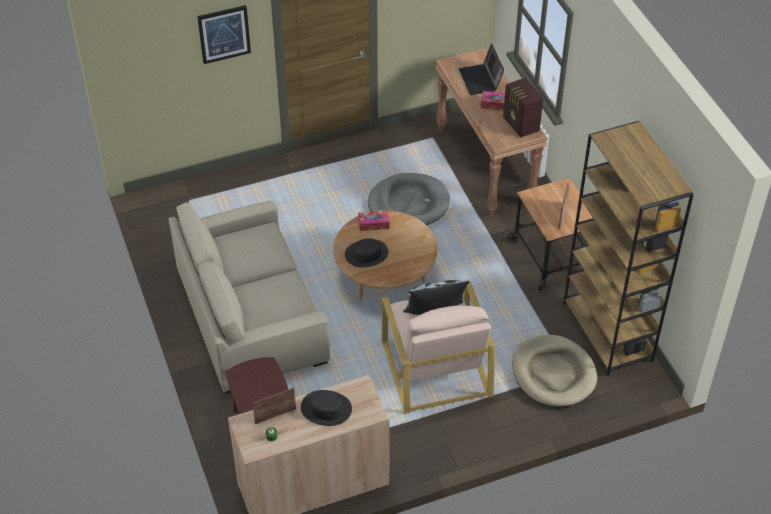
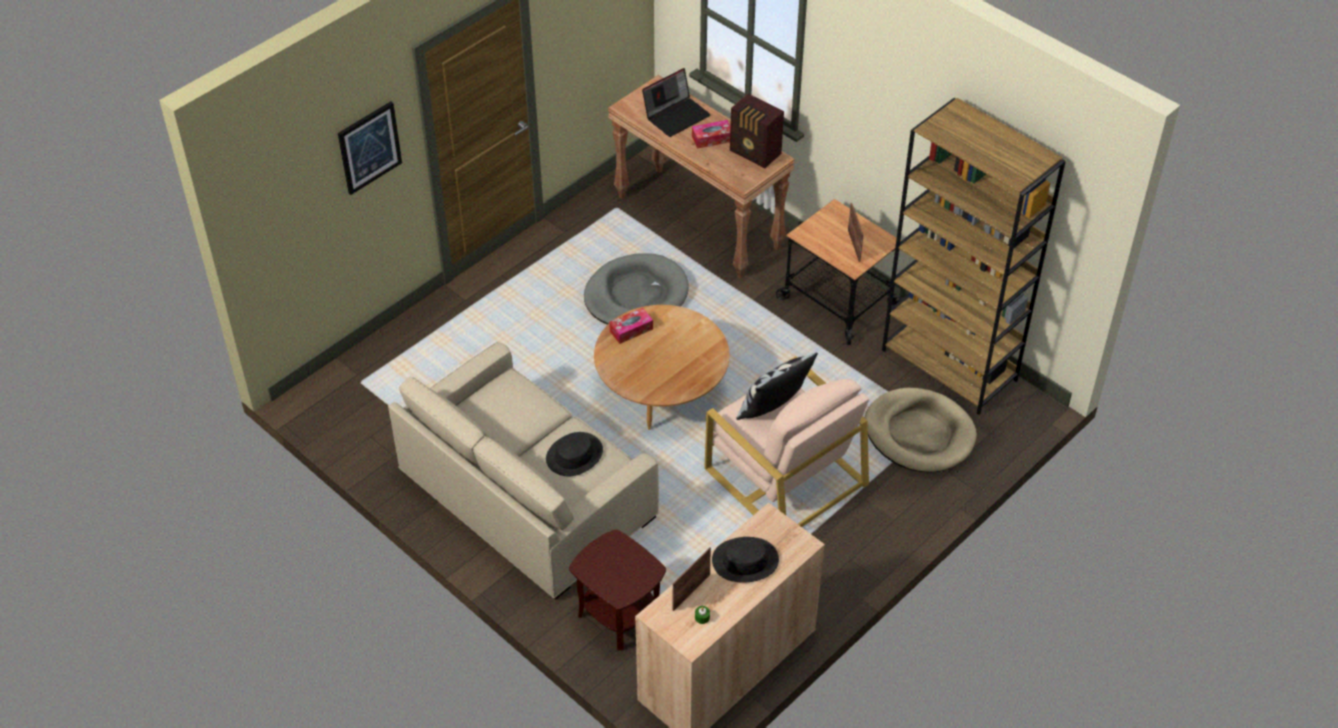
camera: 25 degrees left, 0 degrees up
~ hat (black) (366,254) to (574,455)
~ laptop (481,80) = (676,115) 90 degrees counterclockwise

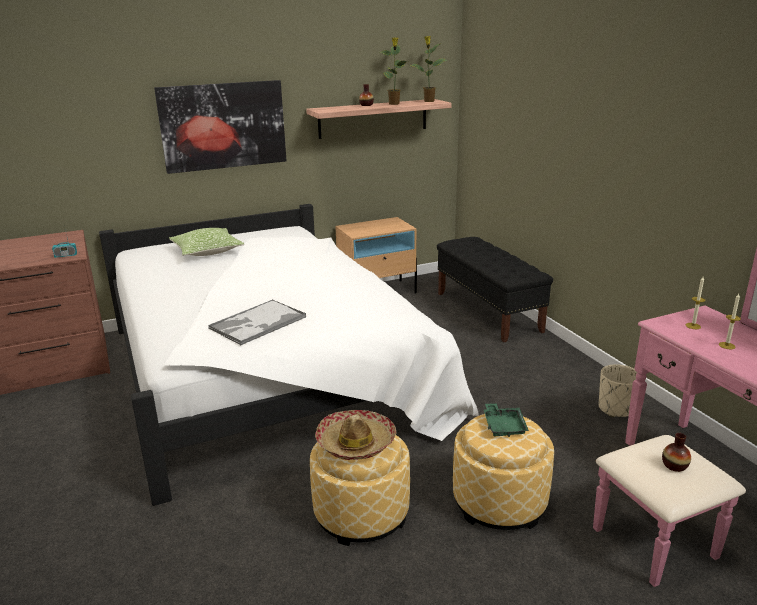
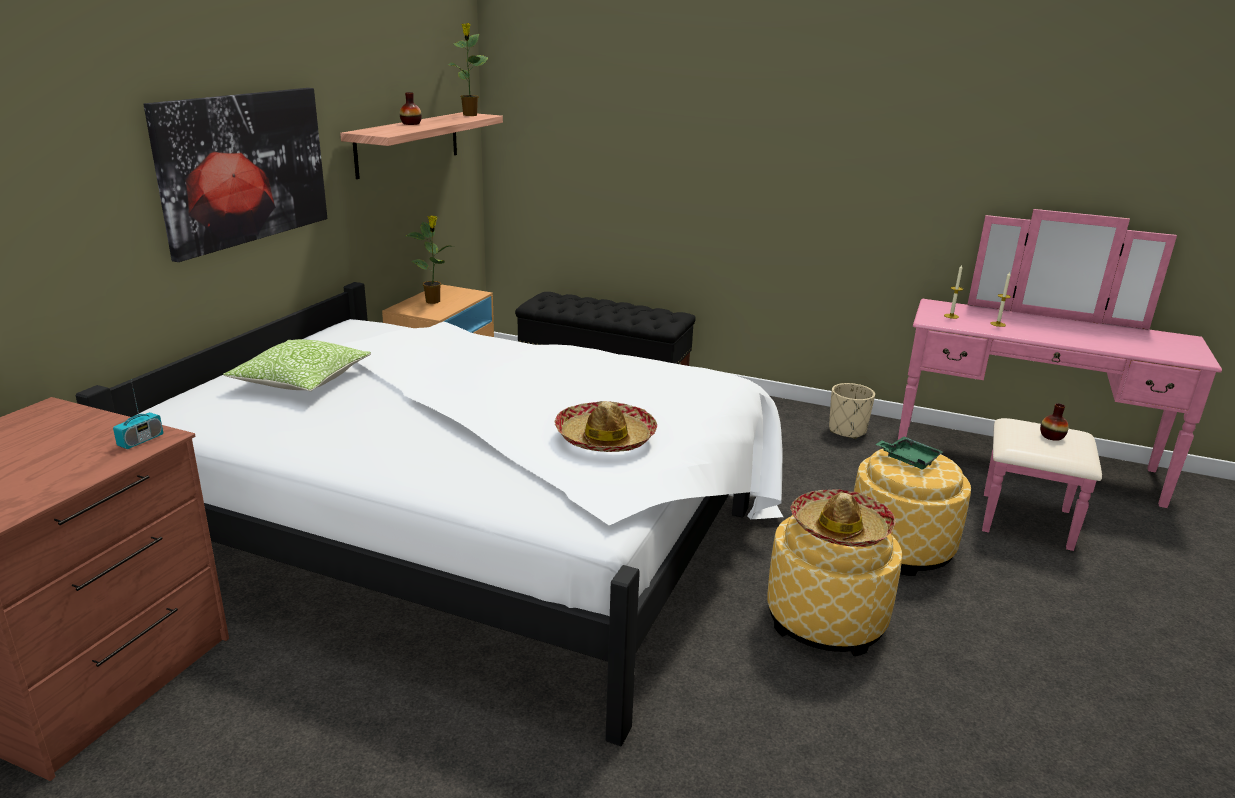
camera: 45 degrees left, 0 degrees up
~ potted plant (394,104) to (433,301)
~ tray (257,323) to hat (605,438)

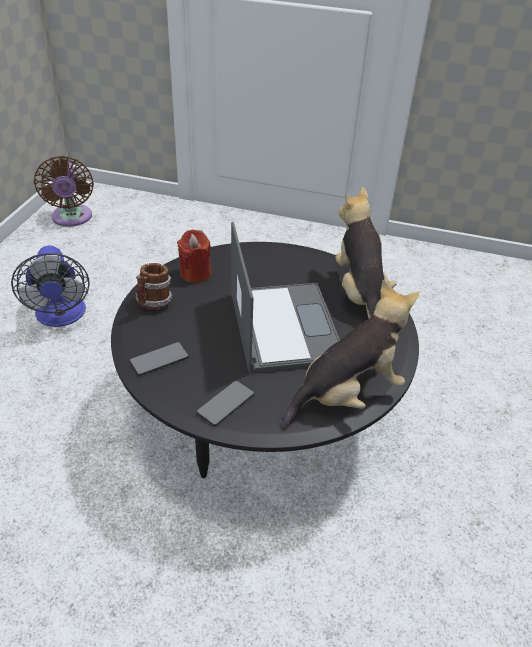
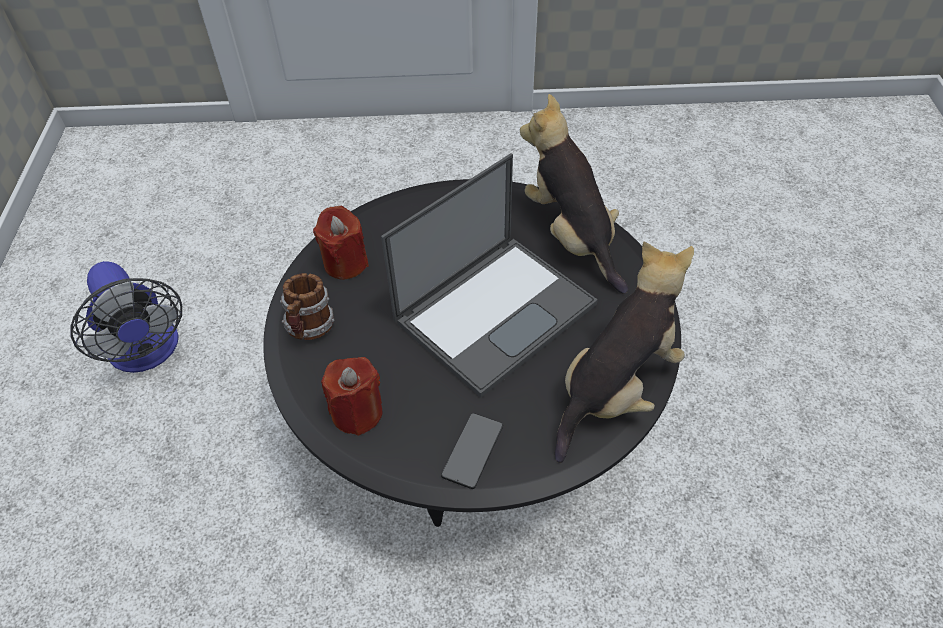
camera: 15 degrees left, 10 degrees up
- fan (brown) (72,218)
~ phone (159,359) to candle (red) (357,412)
~ laptop (284,325) = (496,310) 75 degrees clockwise

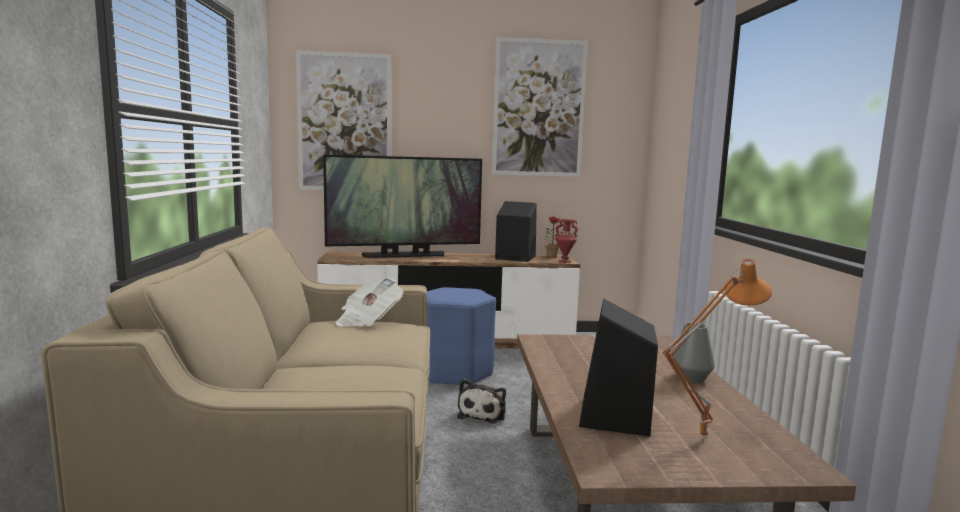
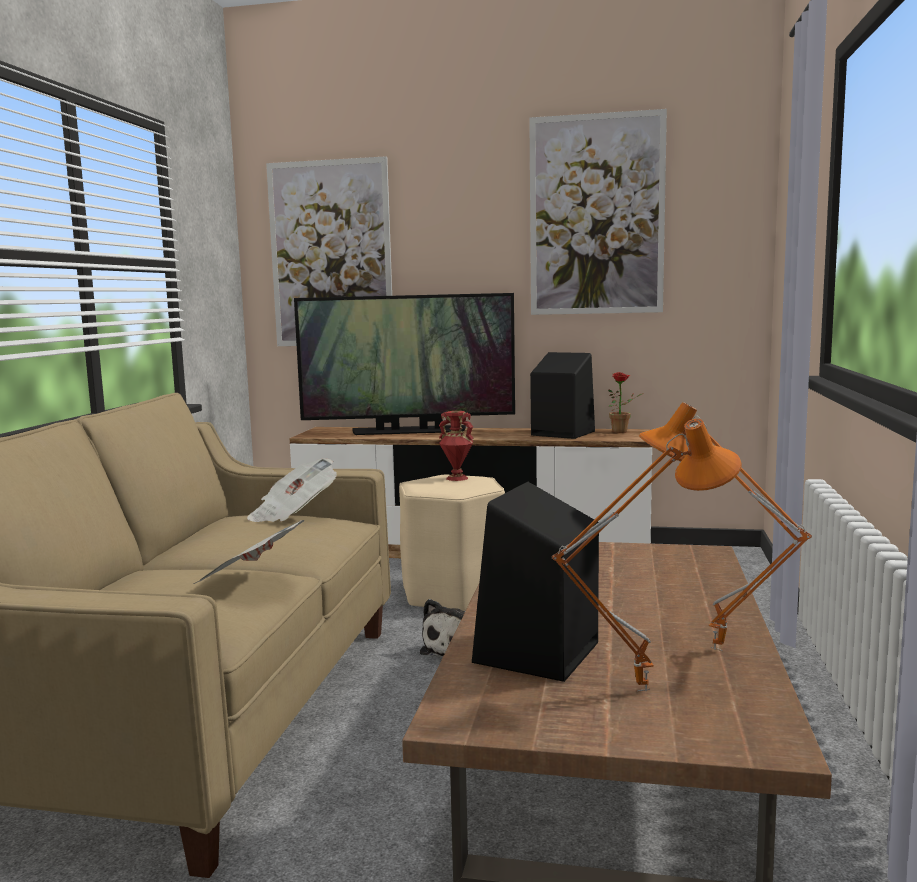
camera: 15 degrees right, 0 degrees up
- vase (grey) (690,378)
+ newspaper (251,581)
+ table lamp (orange) (714,651)
~ vase (red) (564,261) to (456,478)
~ stool (blue) (454,372) to stool (beige) (453,593)

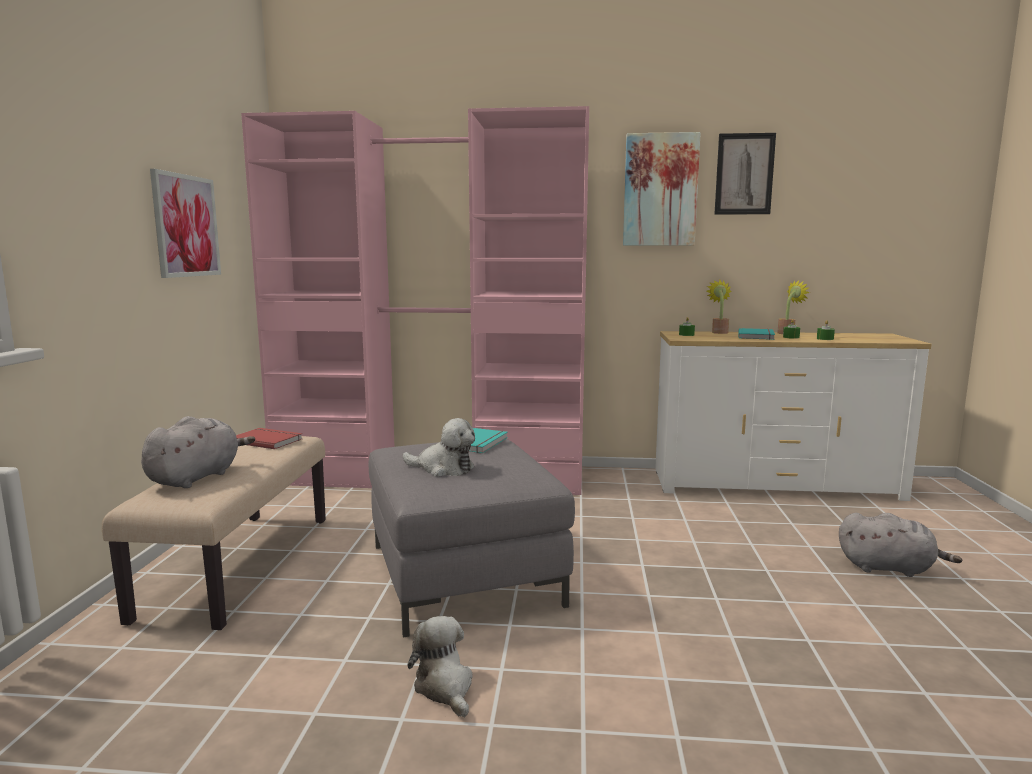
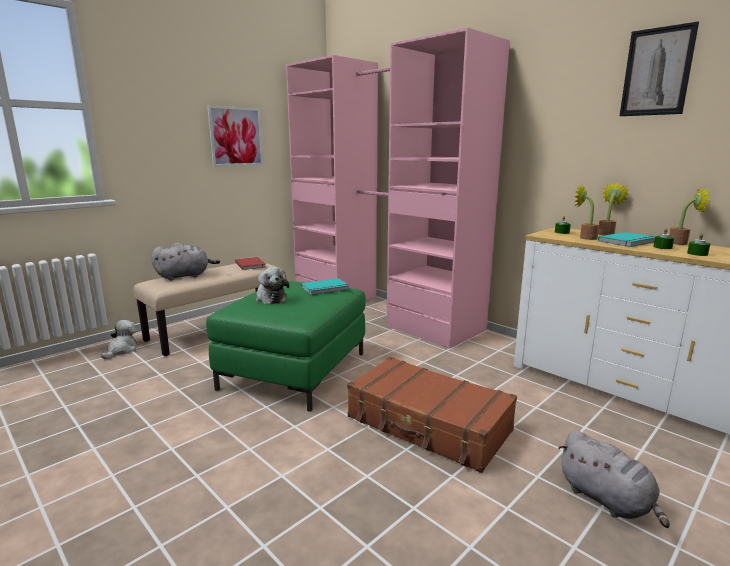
camera: 40 degrees right, 5 degrees up
- picture (660,190)
+ suitcase (brown) (428,425)
+ potted plant (584,237)
~ plush toy (445,687) to (122,350)
~ ottoman (grey) (462,574) to ottoman (green) (294,370)

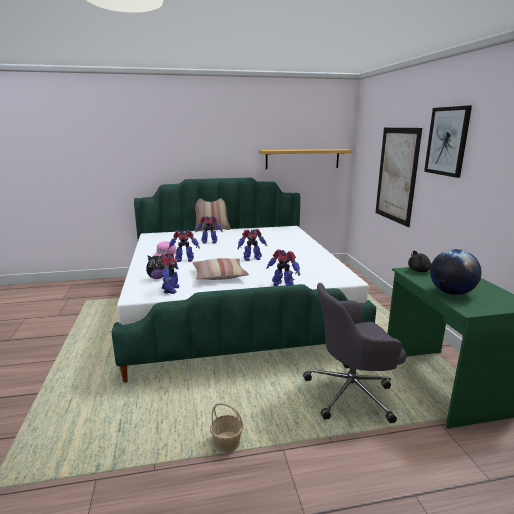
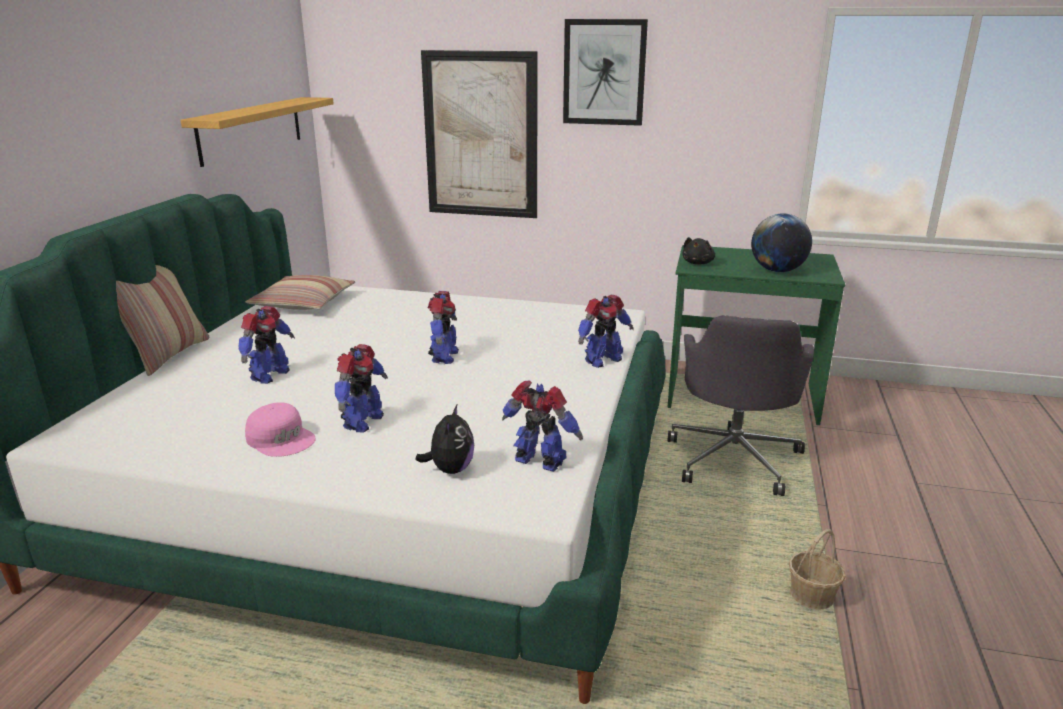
camera: 65 degrees left, 5 degrees up
~ pillow (219,275) to (303,303)

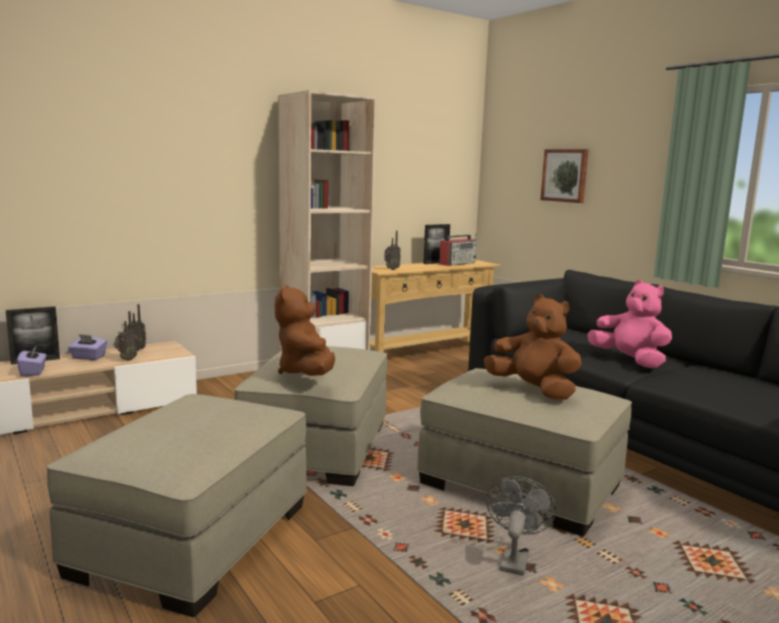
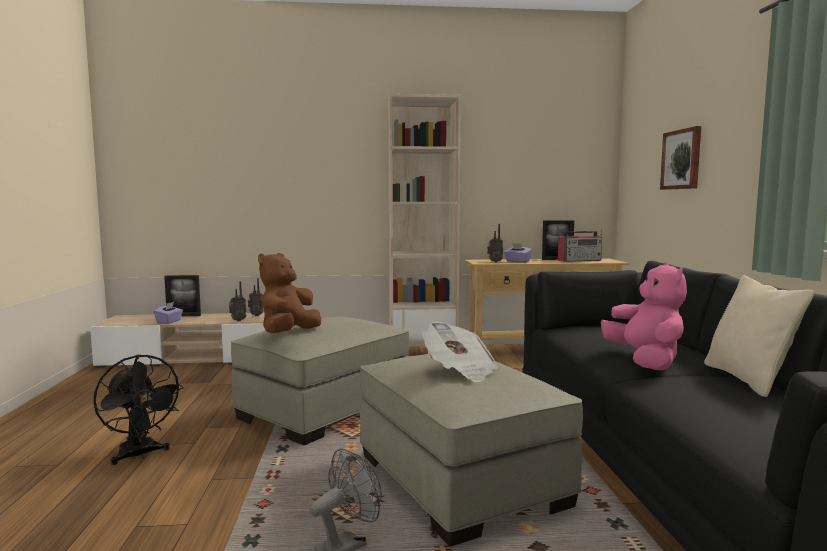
camera: 30 degrees right, 5 degrees down
+ pillow (beige) (748,380)
~ tissue box (purple) (88,357) to (517,261)
~ ottoman (beige) (195,537) to fan (black) (140,455)
~ plush toy (brown) (533,390) to newspaper (459,371)

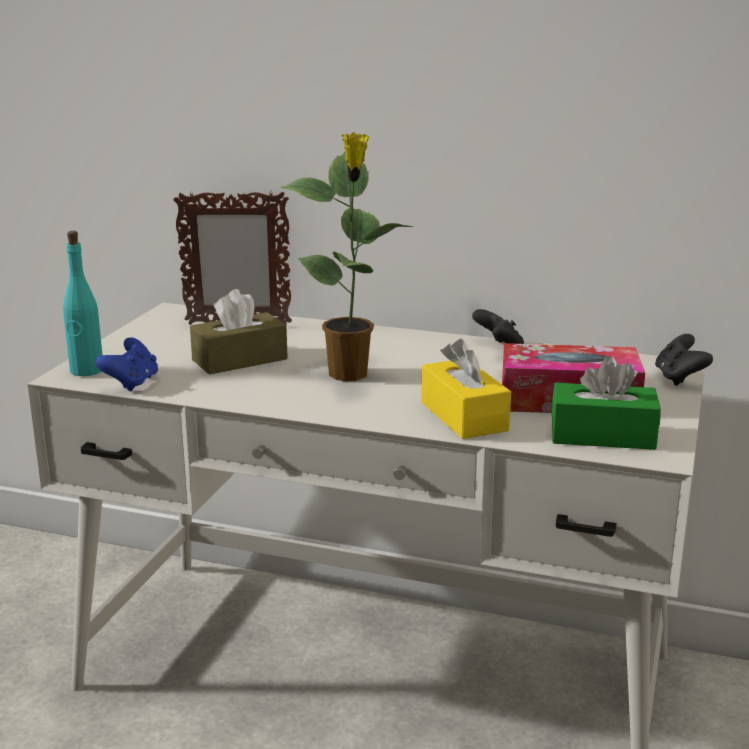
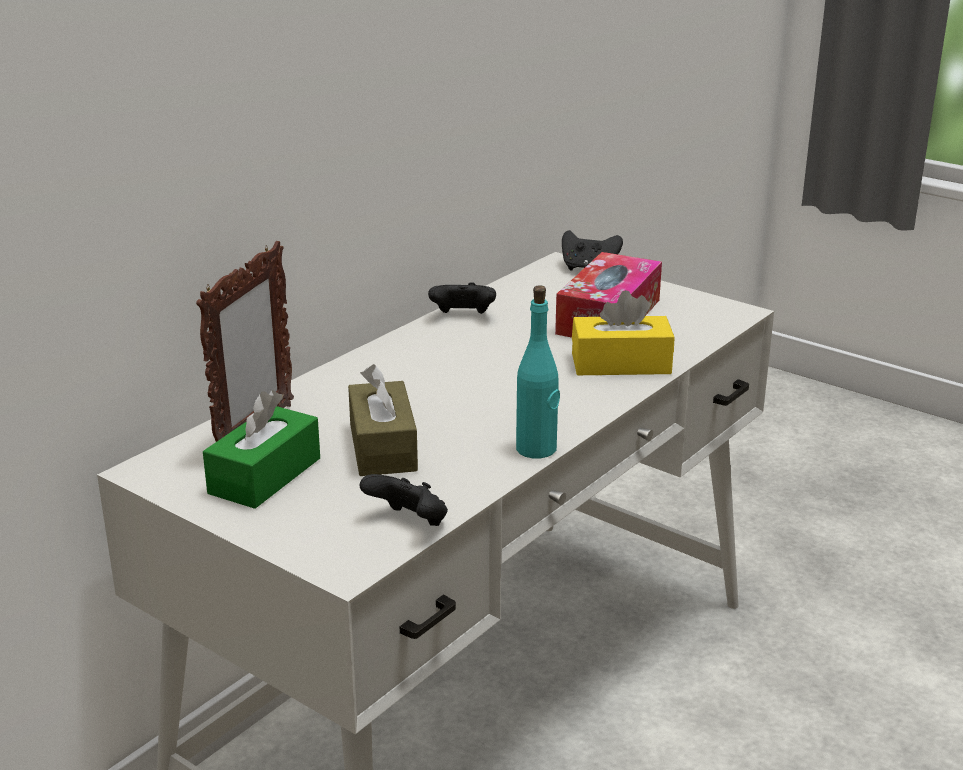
camera: 70 degrees left, 5 degrees up
- potted plant (350,375)
~ bottle (turquoise) (86,371) to (536,449)
~ tissue box (green) (602,435) to (265,476)
~ game controller (blue) (132,383) to game controller (black) (409,523)

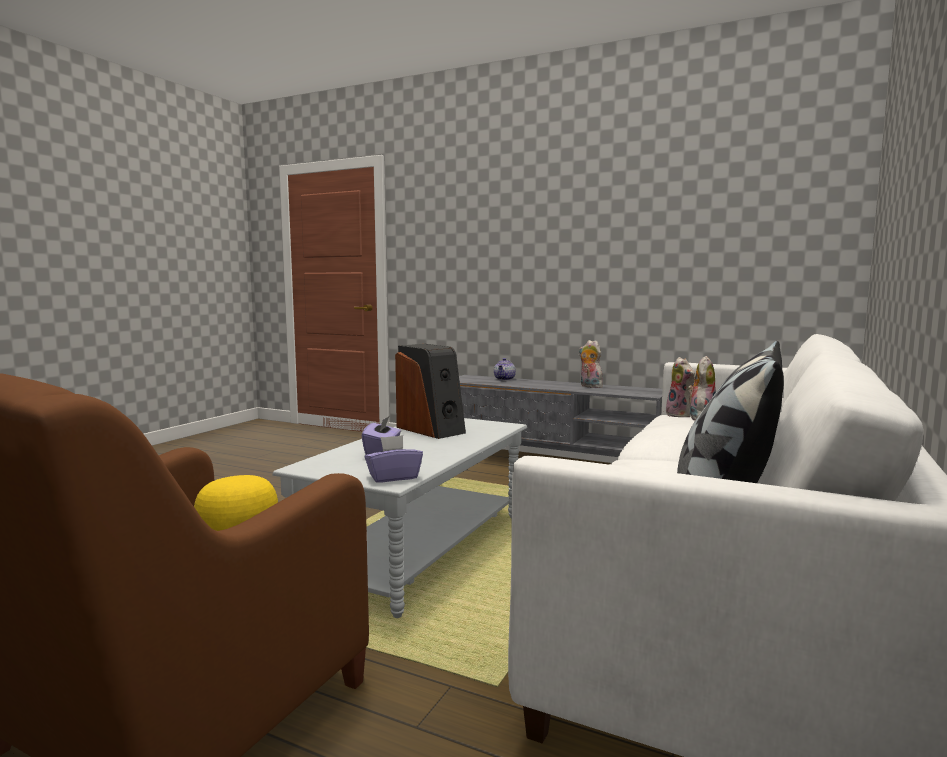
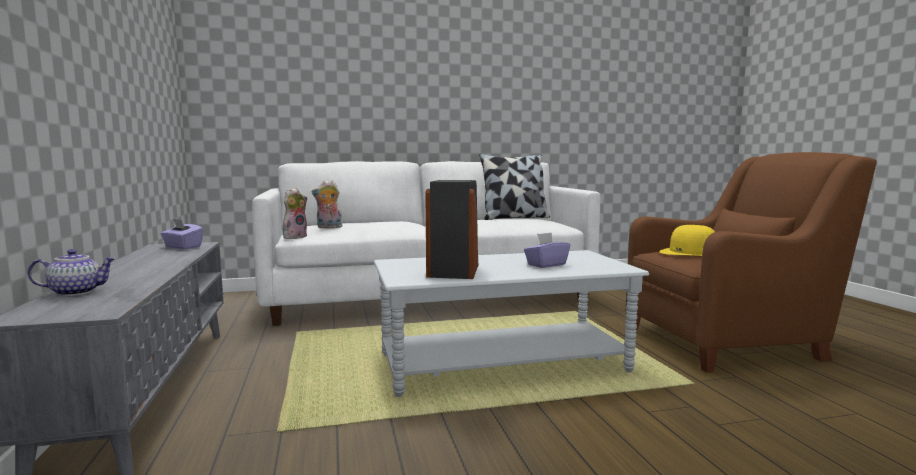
camera: 130 degrees left, 0 degrees up
- plush toy (589,386)
~ tissue box (purple) (393,477) to (182,247)

